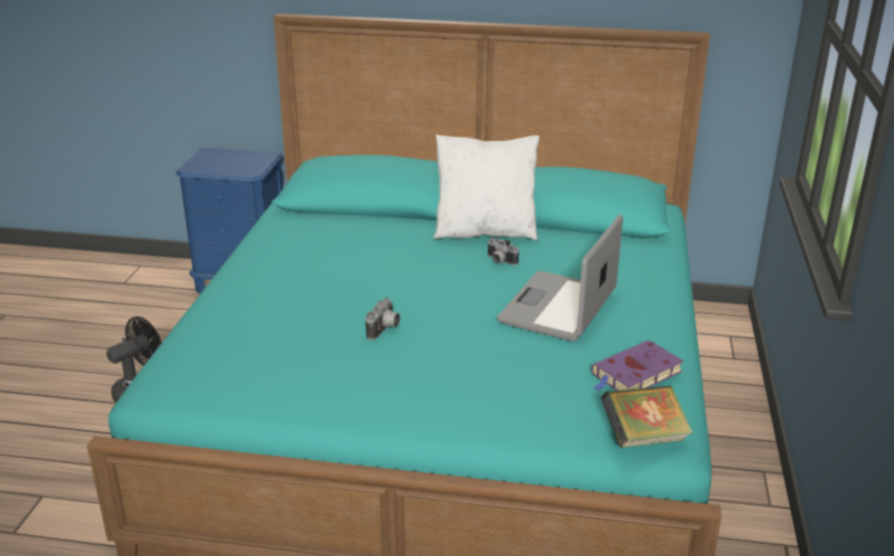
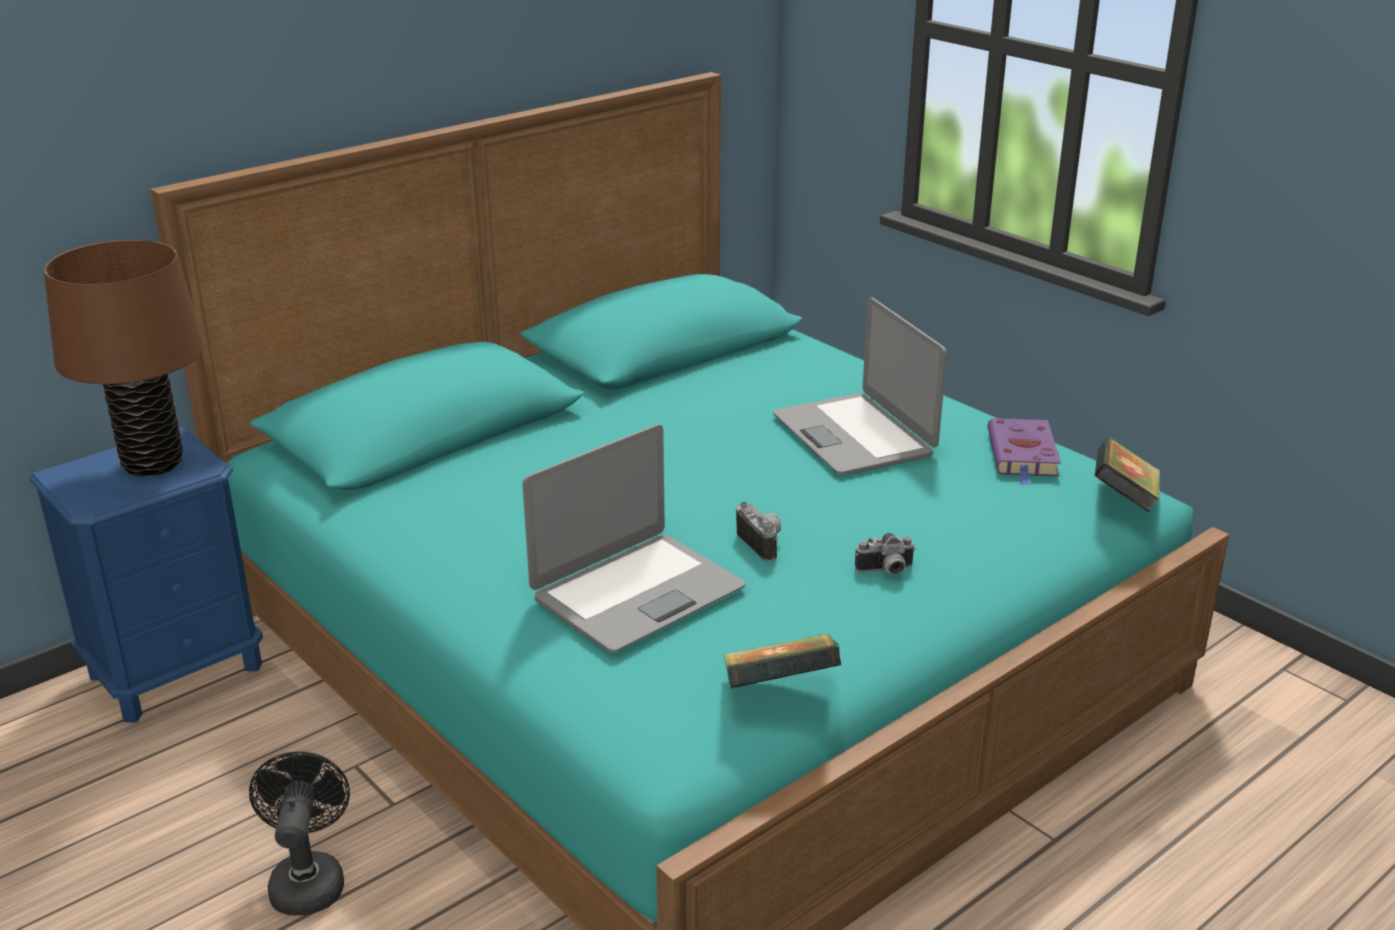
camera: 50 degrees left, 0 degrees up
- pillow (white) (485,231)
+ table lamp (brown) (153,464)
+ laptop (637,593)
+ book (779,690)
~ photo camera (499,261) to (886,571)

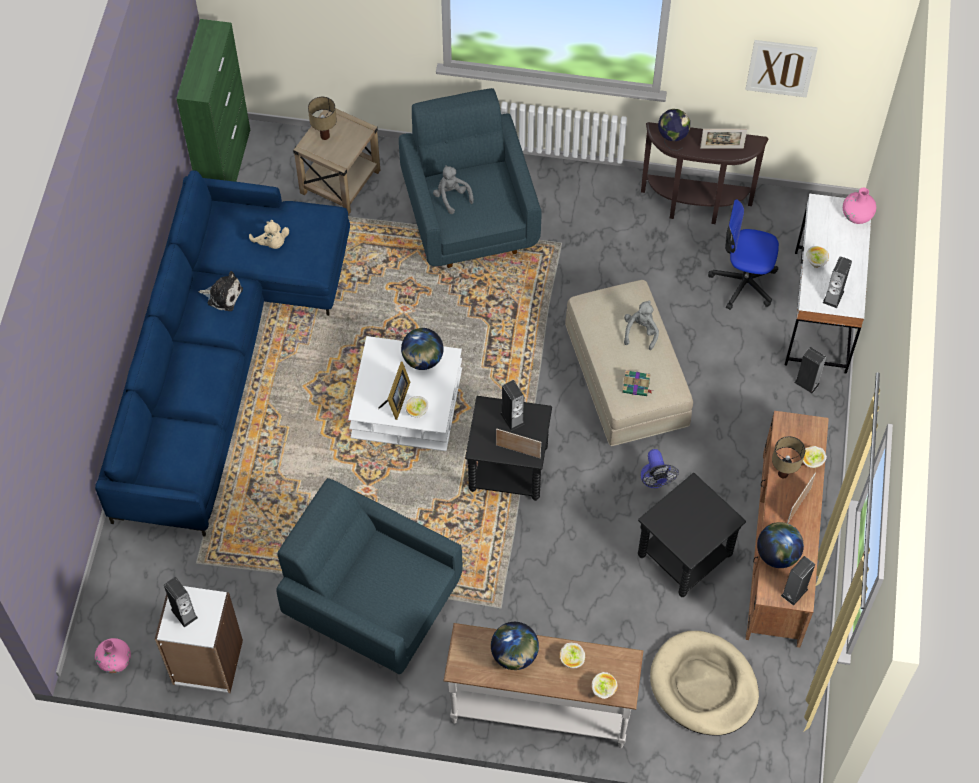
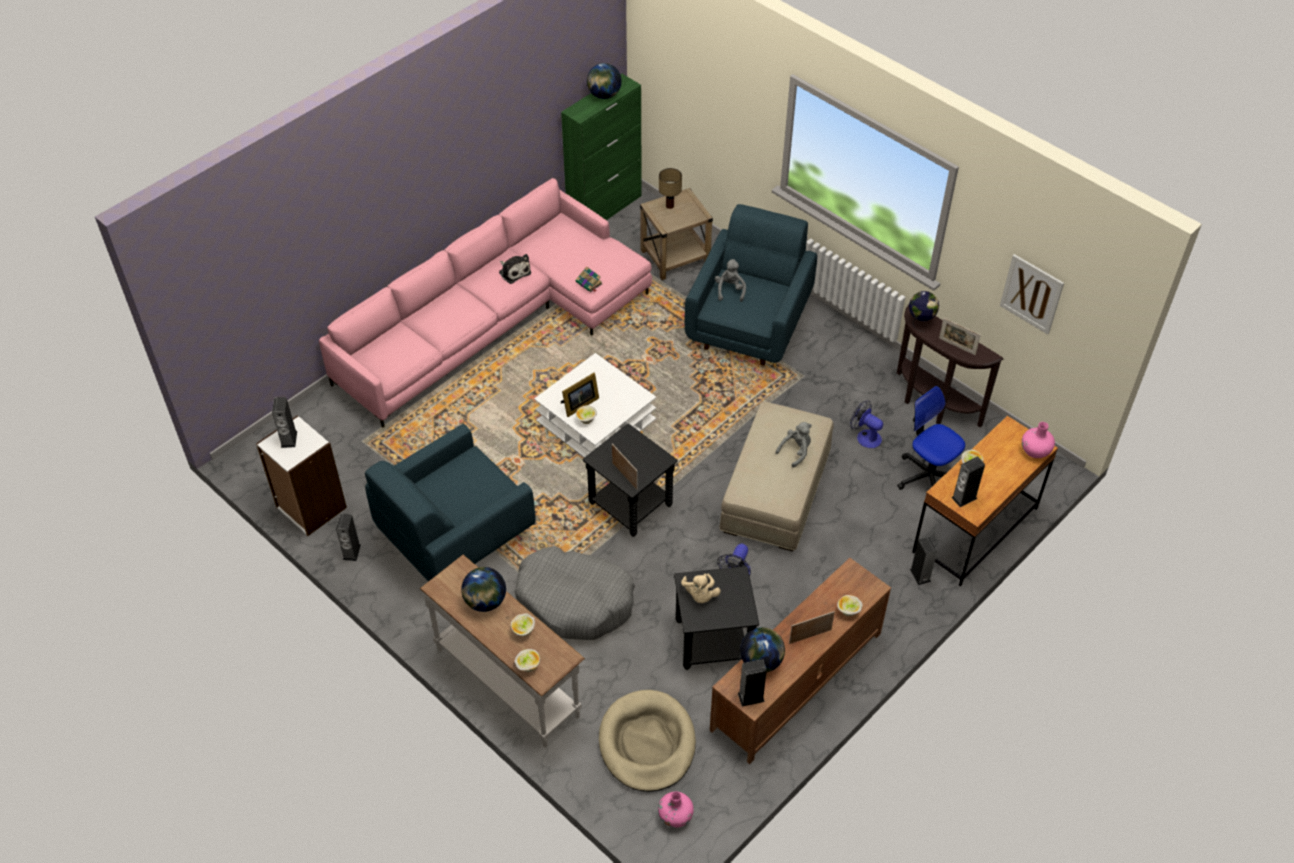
camera: 35 degrees right, 10 degrees down
- table lamp (783,473)
+ dog bed (grey) (574,602)
+ fan (865,436)
~ vase (pink) (115,661) to (675,816)
~ plush toy (beige) (272,242) to (700,595)
~ globe (422,359) to (604,95)
~ speaker (512,418) to (351,552)
~ book (636,386) to (589,283)
~ sofa (blue) (220,355) to sofa (pink) (496,321)
~ desk (white) (820,312) to desk (brown) (975,530)
~ armchair (blue) (372,602) = (455,535) 105 degrees counterclockwise

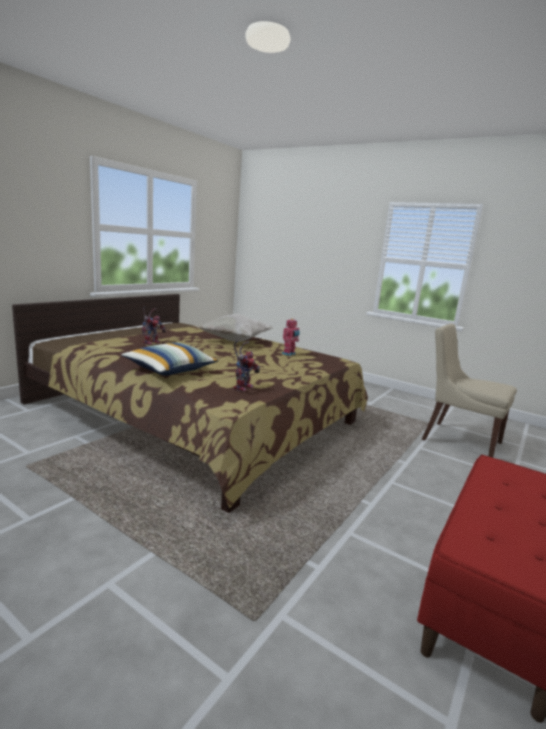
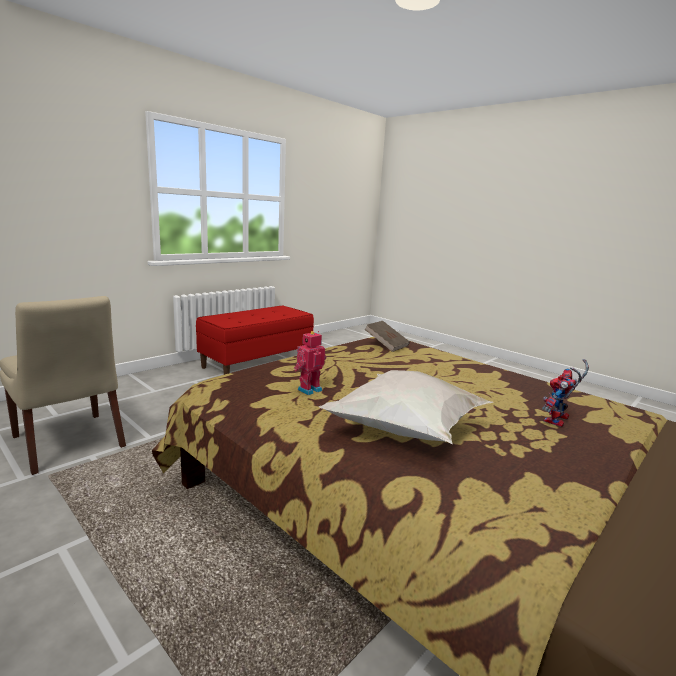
camera: 170 degrees left, 0 degrees up
- pillow (170,370)
~ toy robot (243,387) to book (brown) (386,345)

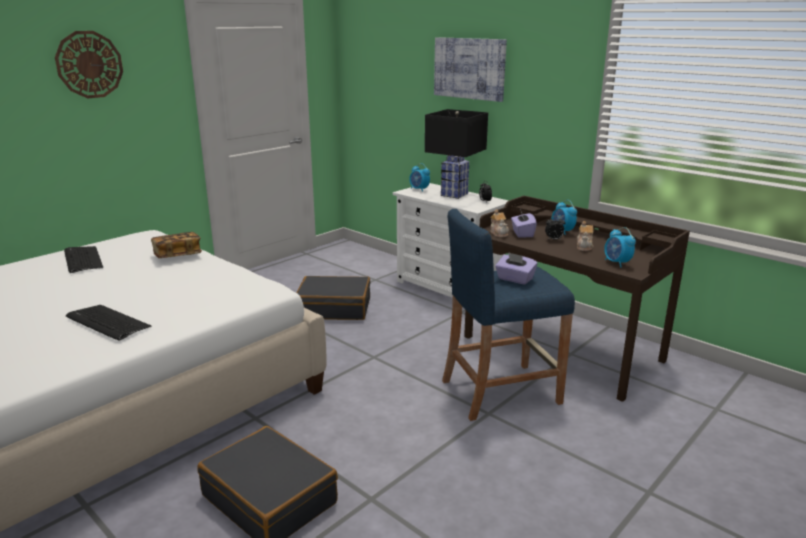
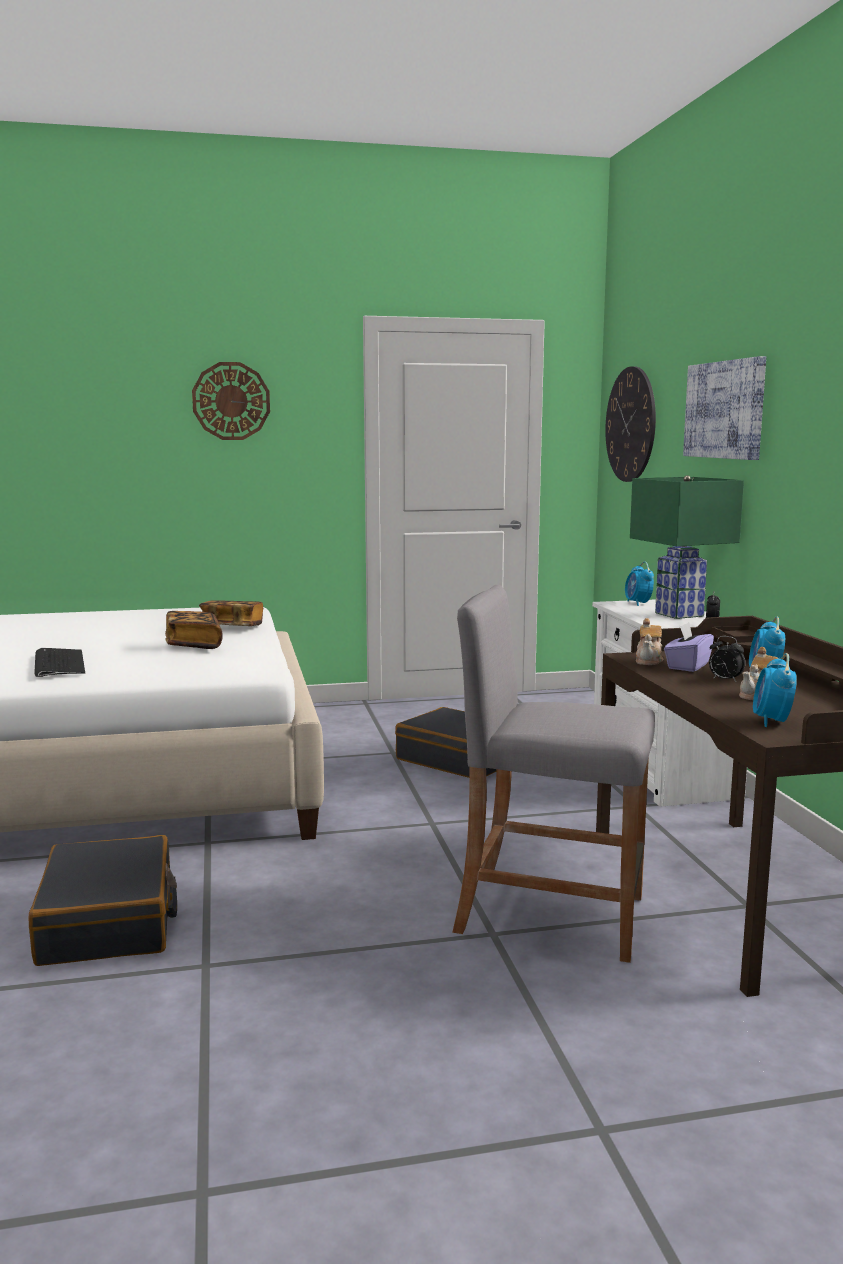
camera: 35 degrees right, 10 degrees down
- keyboard (82,260)
- tissue box (purple) (515,279)
+ book (193,644)
+ wall clock (630,424)
~ table lamp (black) (455,195) to table lamp (green) (680,614)
~ stool (blue) (500,391) to stool (grey) (550,914)

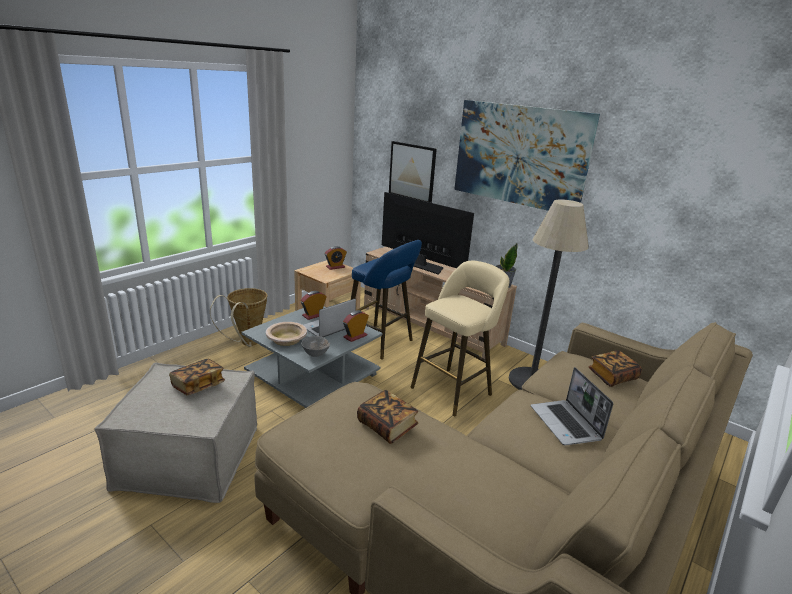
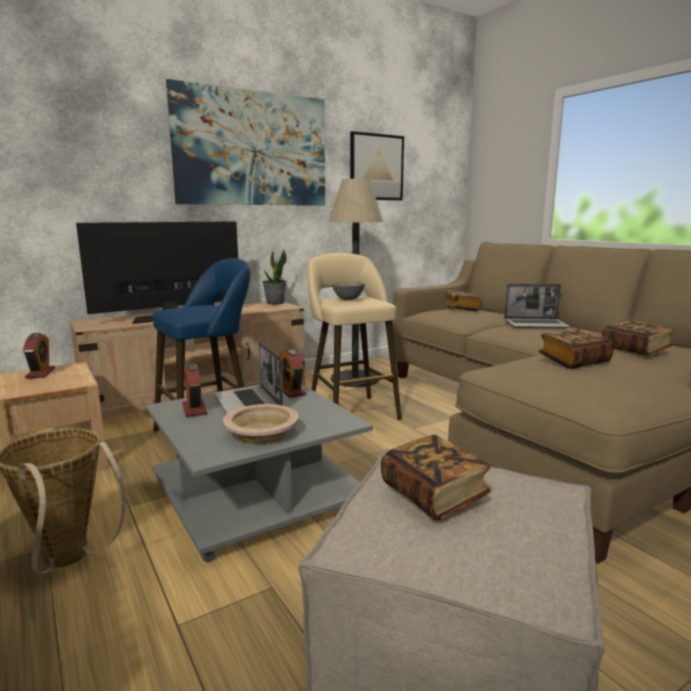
camera: 70 degrees left, 10 degrees down
+ book (635,350)
~ bowl (grey) (316,354) to (348,300)
~ picture (412,172) to (376,167)

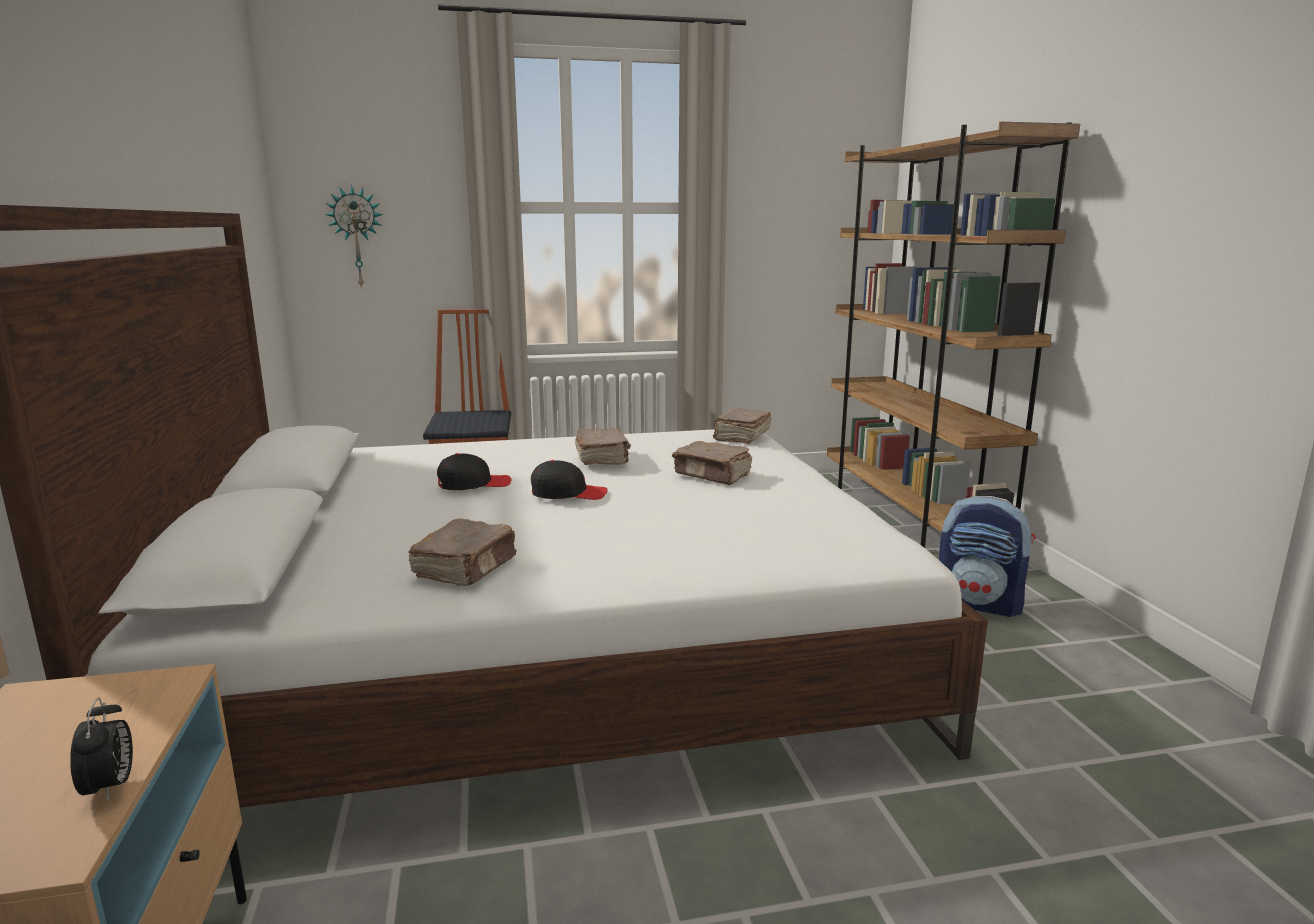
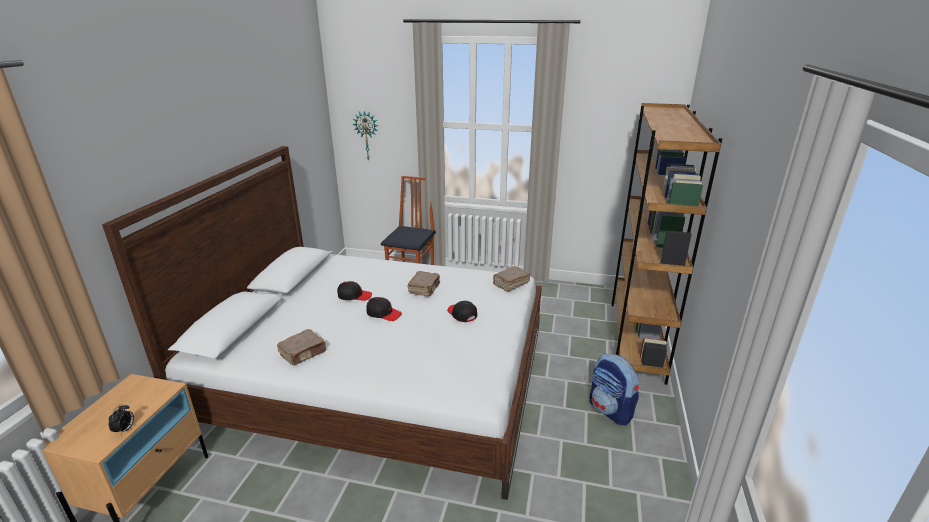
camera: 25 degrees right, 10 degrees up
~ book (brown) (712,475) to cap (black) (462,314)

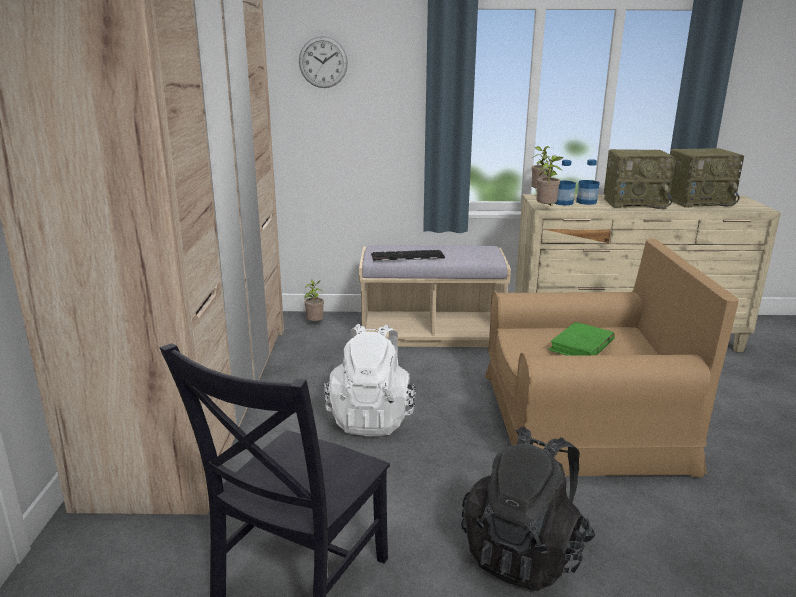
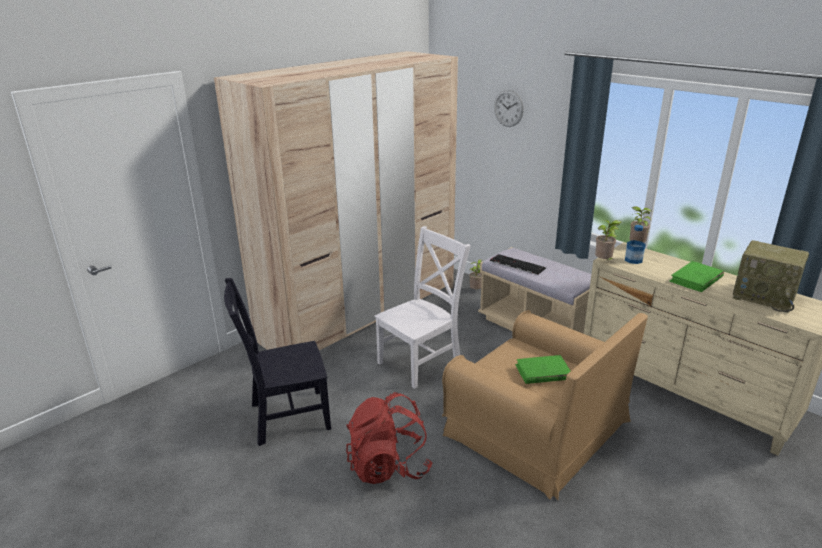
camera: 45 degrees right, 5 degrees up
- bottle (586,202)
~ backpack (white) (372,418) to chair (white) (422,362)
~ radio (635,203) to book (green) (696,279)
~ backpack (black) (525,553) to backpack (red) (388,466)

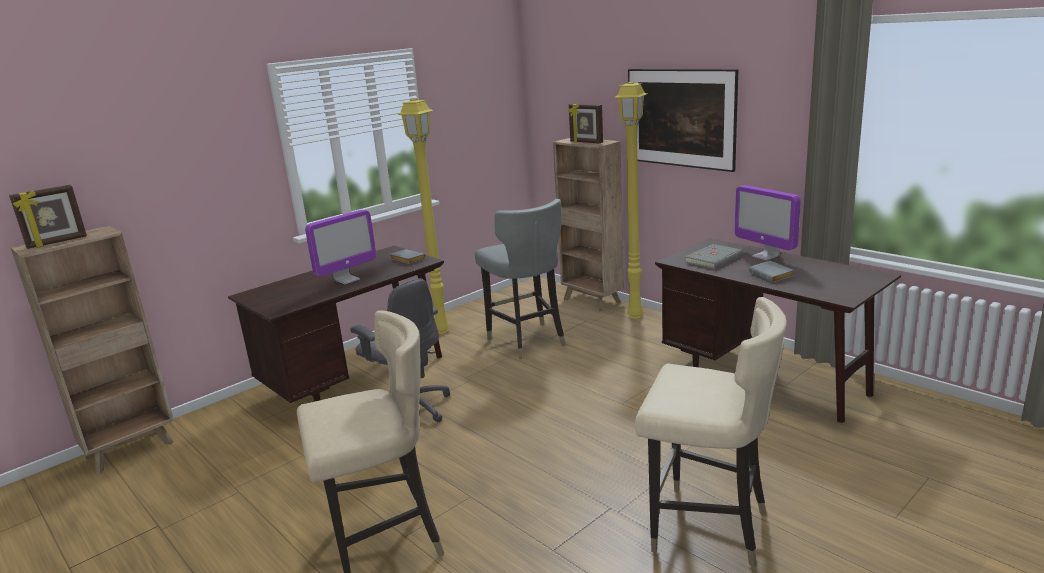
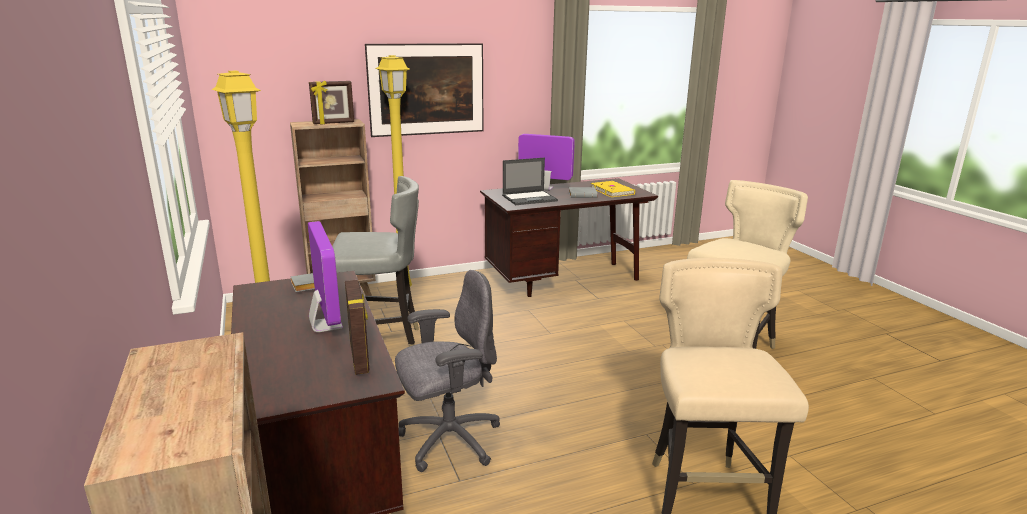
camera: 70 degrees left, 0 degrees up
+ book (yellow) (612,191)
~ picture frame (57,242) to (360,357)
~ book (grey) (715,259) to laptop (530,198)
~ monitor (765,256) = (544,189) 150 degrees counterclockwise

